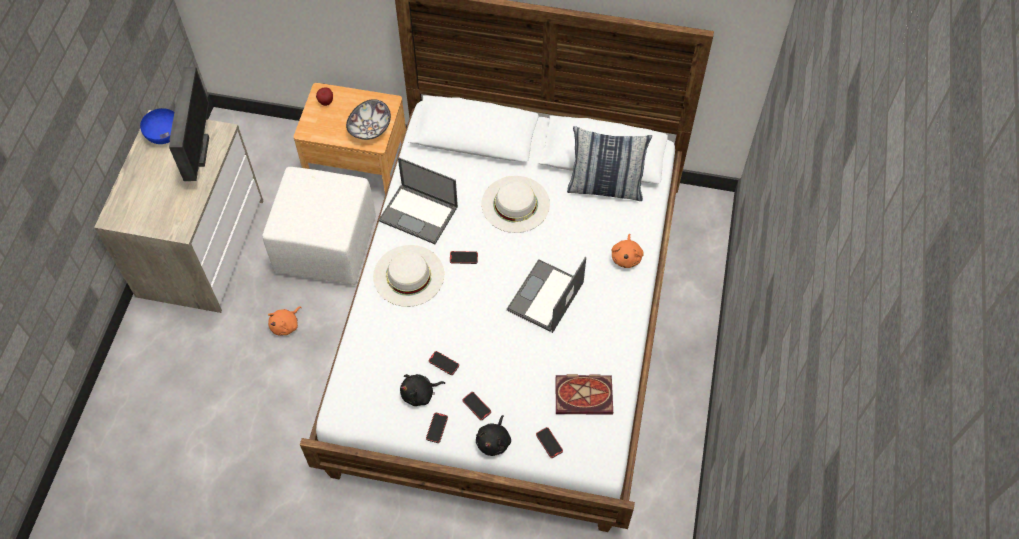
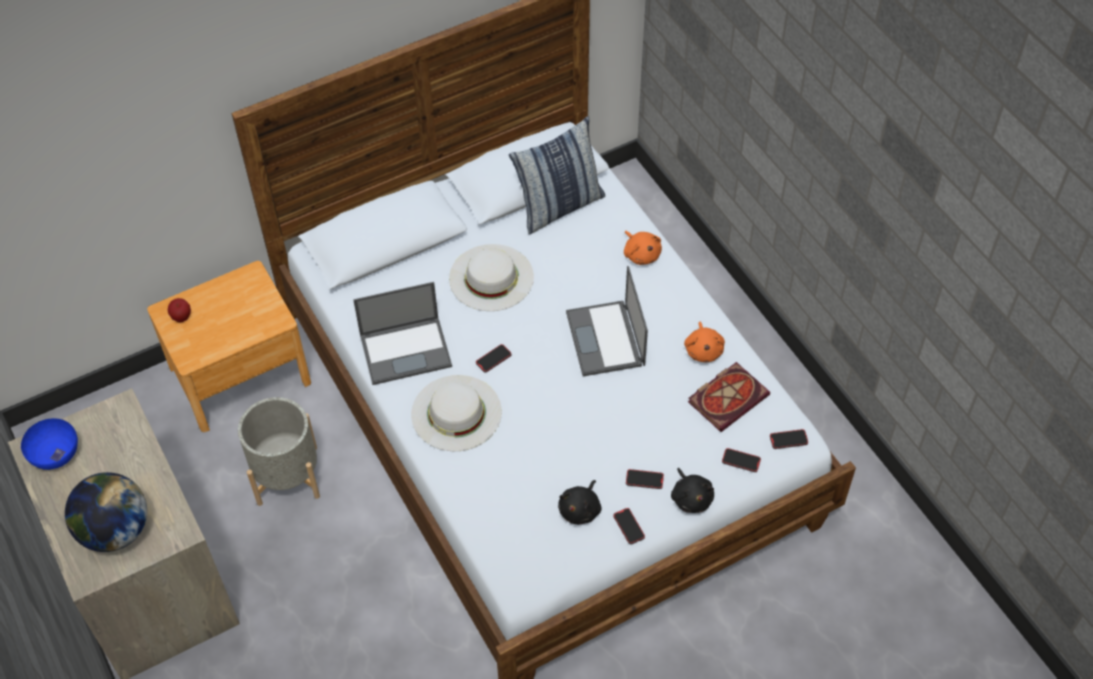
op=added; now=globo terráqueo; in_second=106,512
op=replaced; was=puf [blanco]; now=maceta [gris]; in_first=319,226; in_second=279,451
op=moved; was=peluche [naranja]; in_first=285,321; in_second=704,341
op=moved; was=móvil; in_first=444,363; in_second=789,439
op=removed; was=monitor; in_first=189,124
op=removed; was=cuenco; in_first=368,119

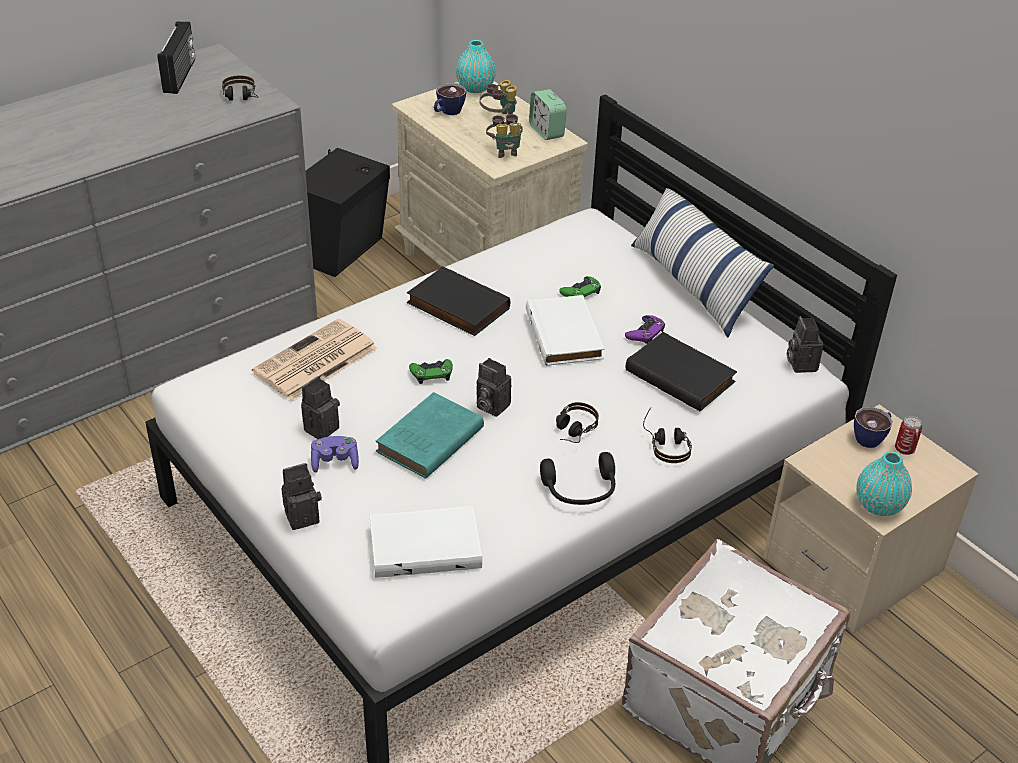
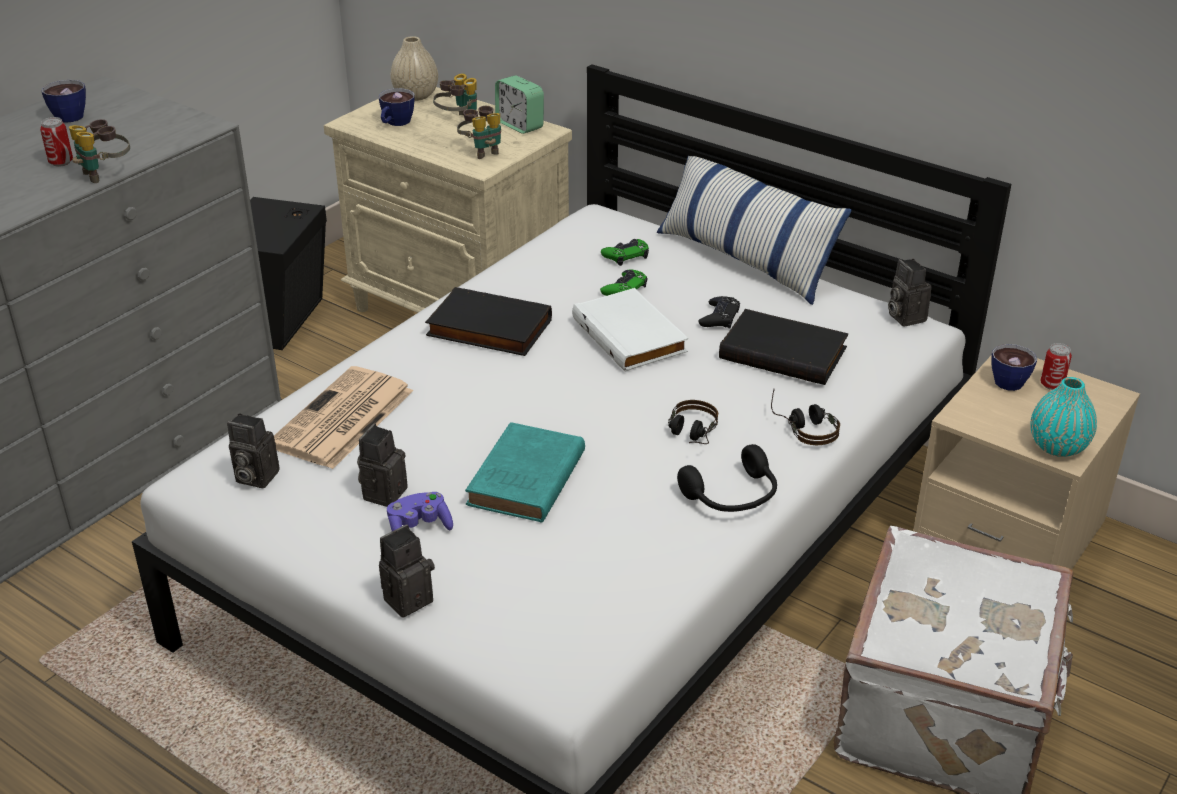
op=added; now=lata; in_second=56,141
op=replaced; was=radio; now=taza; in_first=176,57; in_second=63,101
op=added; now=prismáticos; in_second=99,151
op=moved; was=cámara; in_first=494,387; in_second=253,450
op=recoloured; was=florero [turquesa]; now=florero [beis]; in_first=476,66; in_second=414,68
op=moved; was=mando de consola [verde]; in_first=431,371; in_second=625,252
op=recoloured; was=mando de consola [morado]; now=mando de consola [negro]; in_first=645,329; in_second=719,312
op=removed; was=auriculares; in_first=240,88
op=removed; was=libro [blanco]; in_first=426,542

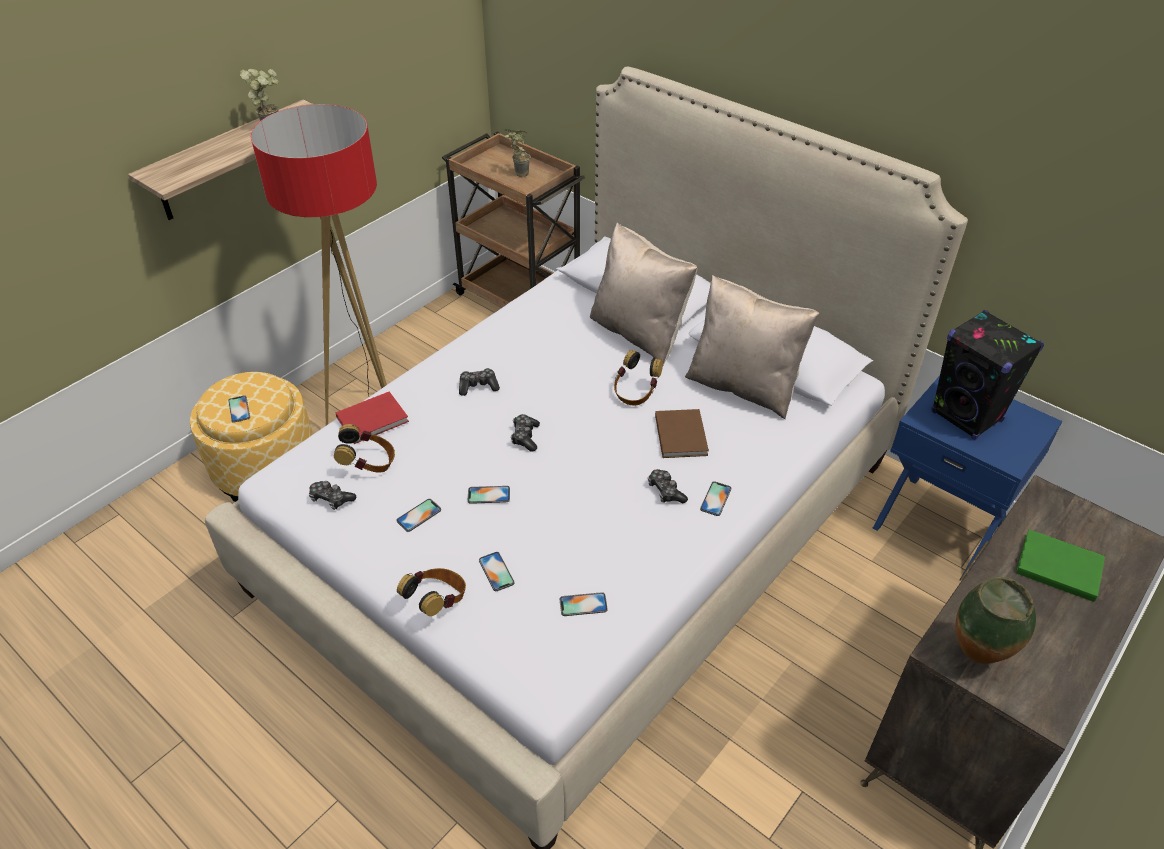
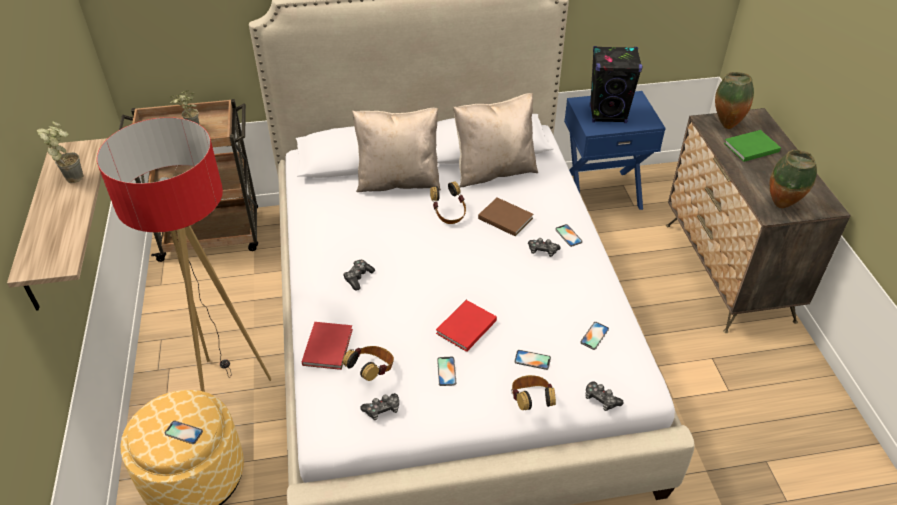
op=replaced; was=móvil; now=libro [rojo]; in_first=489,495; in_second=466,326
op=moved; was=mando de consola; in_first=525,433; in_second=605,396
op=added; now=florero; in_second=734,100

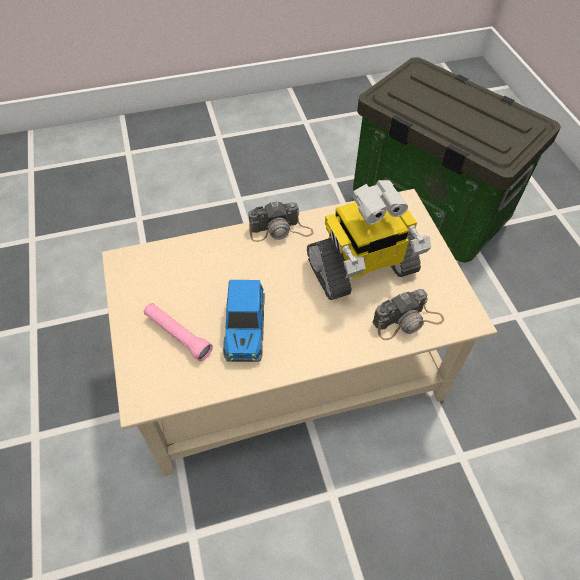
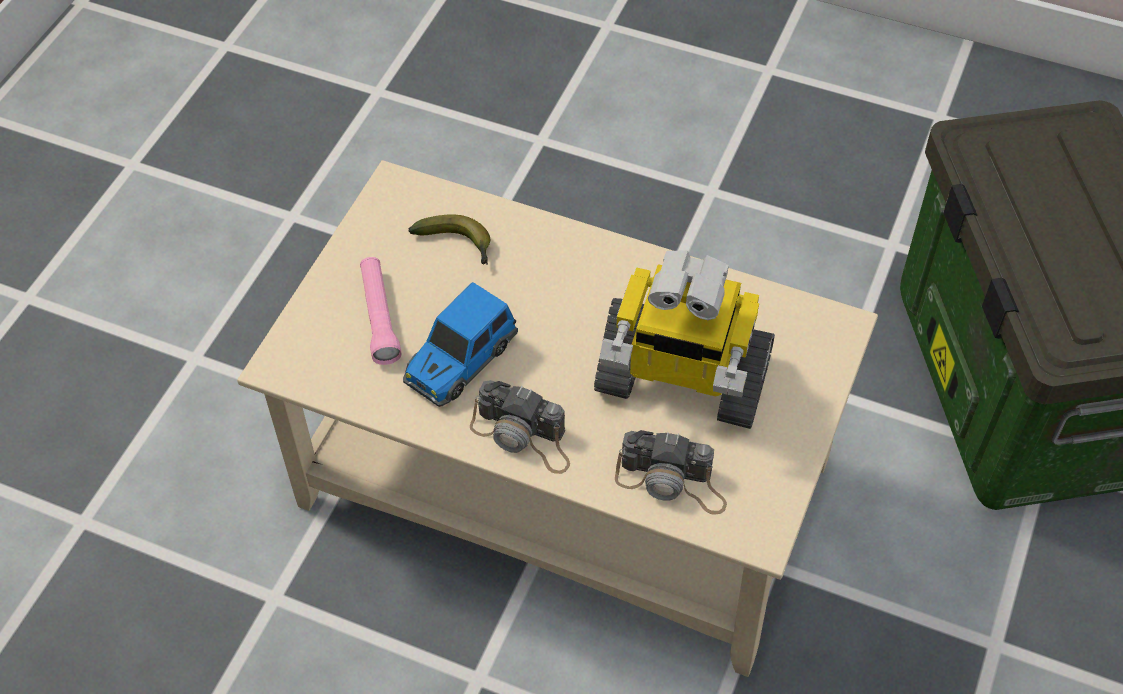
op=added; now=plátano; in_second=449,239
op=moved; was=cámara; in_first=280,222; in_second=520,427

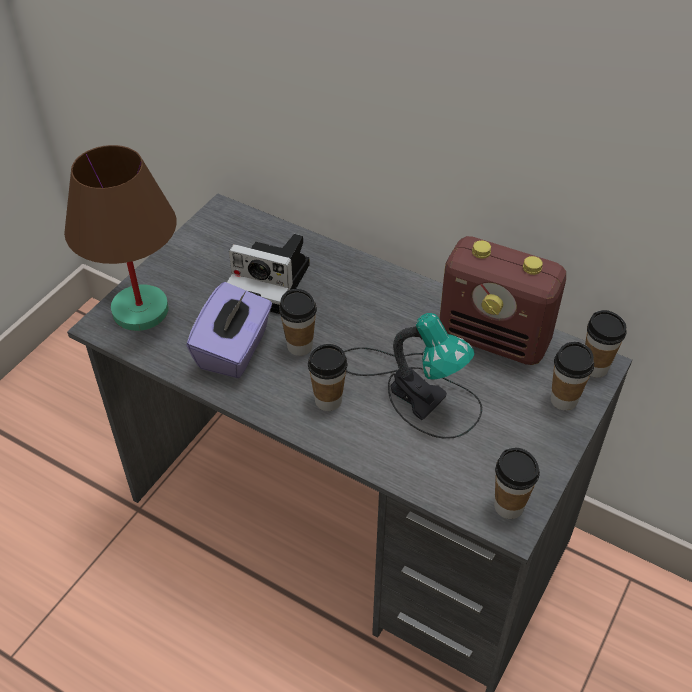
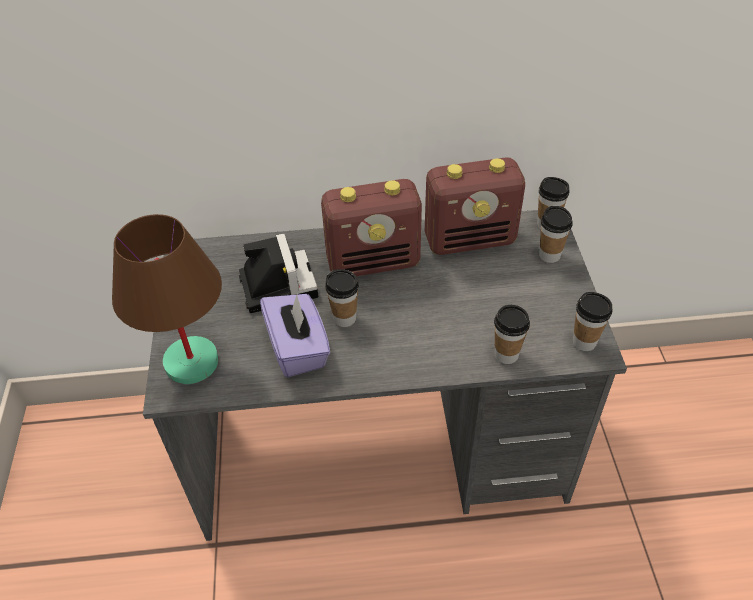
op=turned; was=cámara; in_first=268,274; in_second=278,273; clockwise=-90
op=added; now=radio; in_second=371,227
op=moved; was=taza; in_first=327,377; in_second=512,334
op=removed; was=lámpara de mesa; in_first=413,376

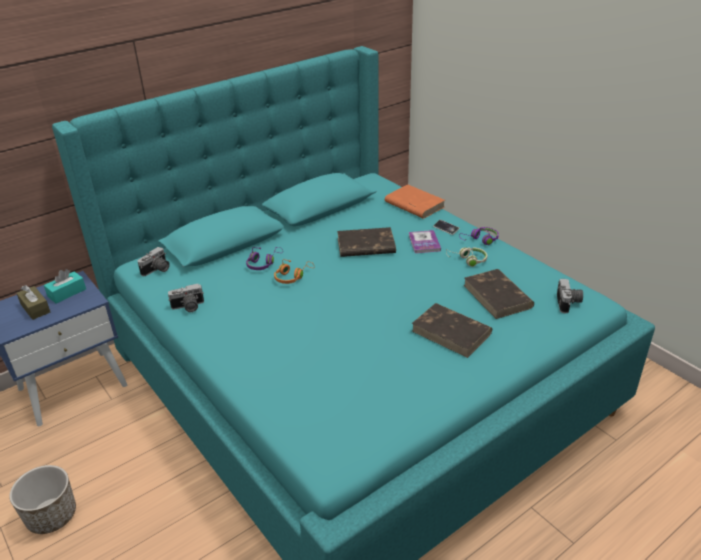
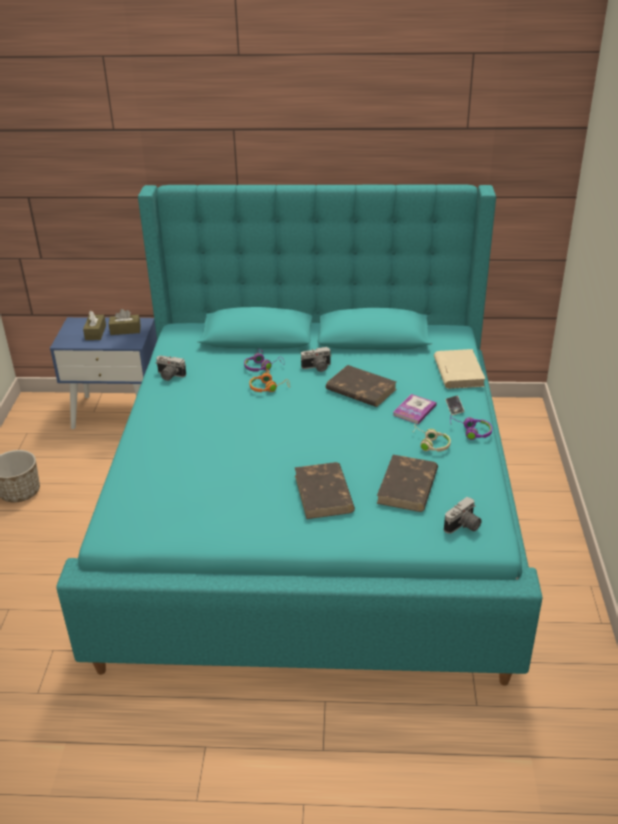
op=recoloured; was=caja de pañuelos [turquesa]; now=caja de pañuelos [marrón]; in_first=65,286; in_second=125,322
op=moved; was=cámara; in_first=153,261; in_second=316,359
op=recoloured; was=libro [naranja]; now=libro [beis]; in_first=415,201; in_second=459,369

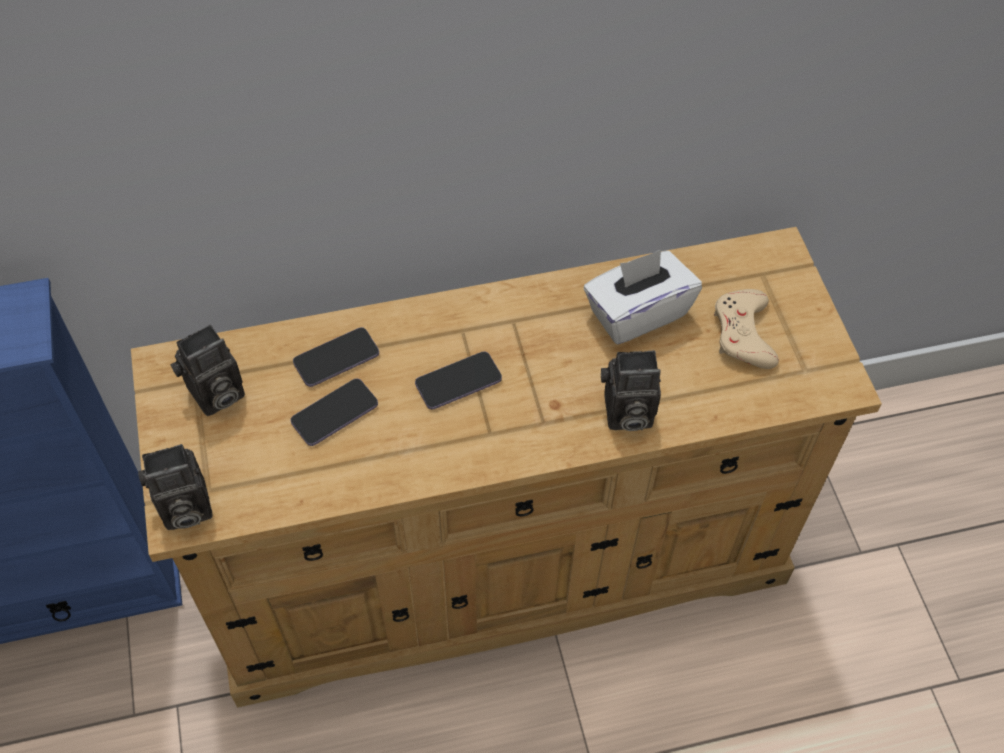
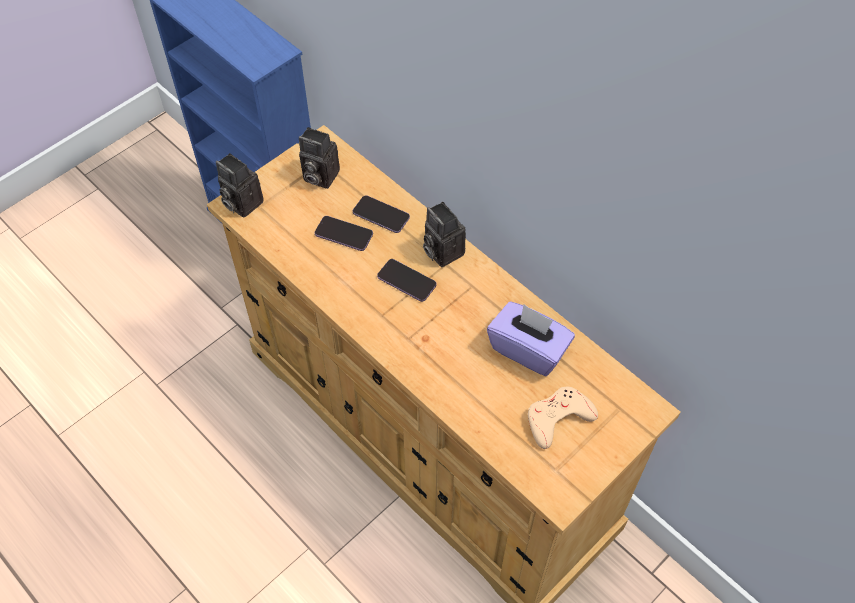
op=moved; was=cámara; in_first=631,390; in_second=444,234
op=recoloured; was=caja de pañuelos [blanco]; now=caja de pañuelos [morado]; in_first=643,297; in_second=531,339

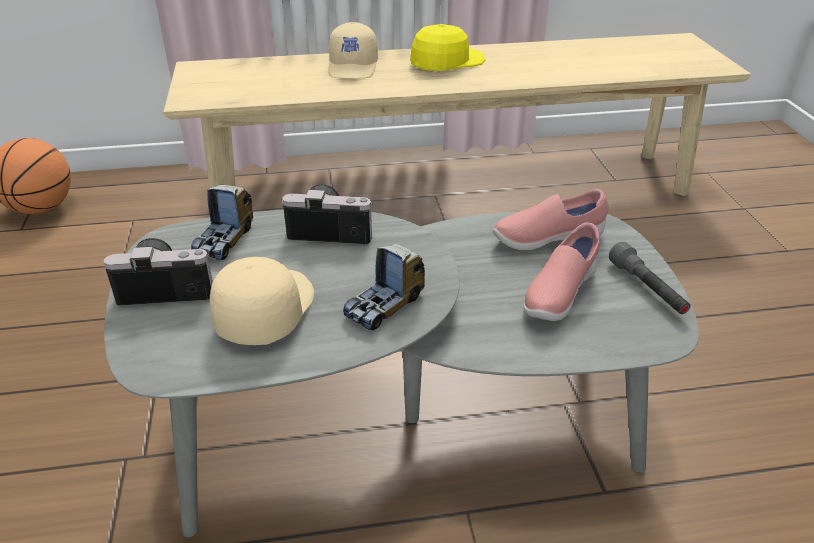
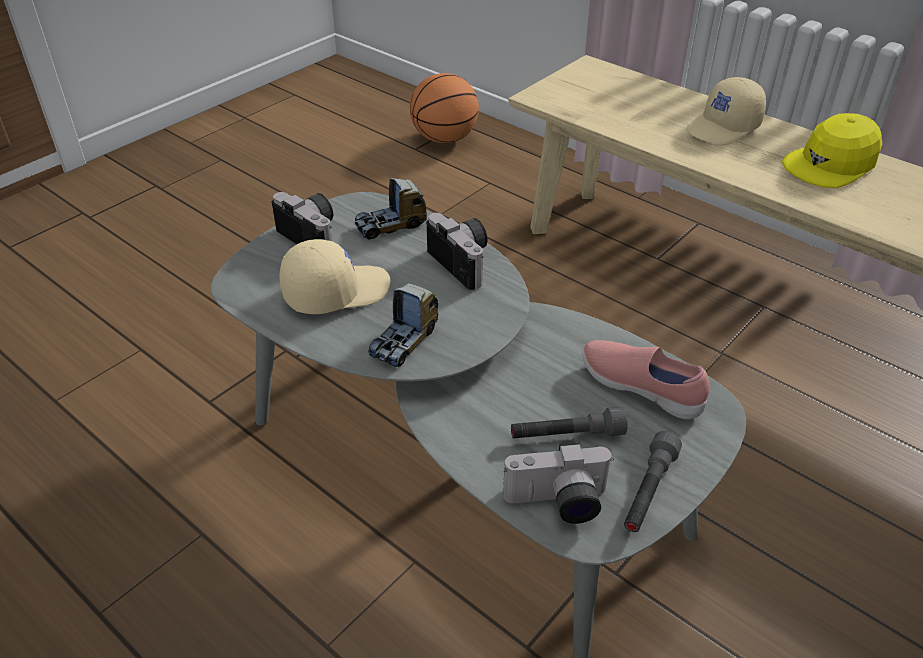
op=turned; was=camión de juguete; in_first=384,287; in_second=404,325; clockwise=-60
op=added; now=cámara; in_second=558,483
op=replaced; was=zapato [rosa]; now=linterna [gris]; in_first=561,272; in_second=569,423
op=turned; was=gorra [amarillo]; in_first=447,47; in_second=832,150; clockwise=135

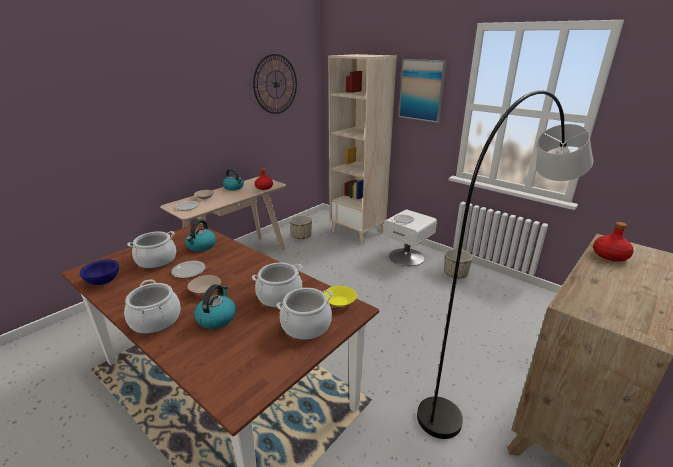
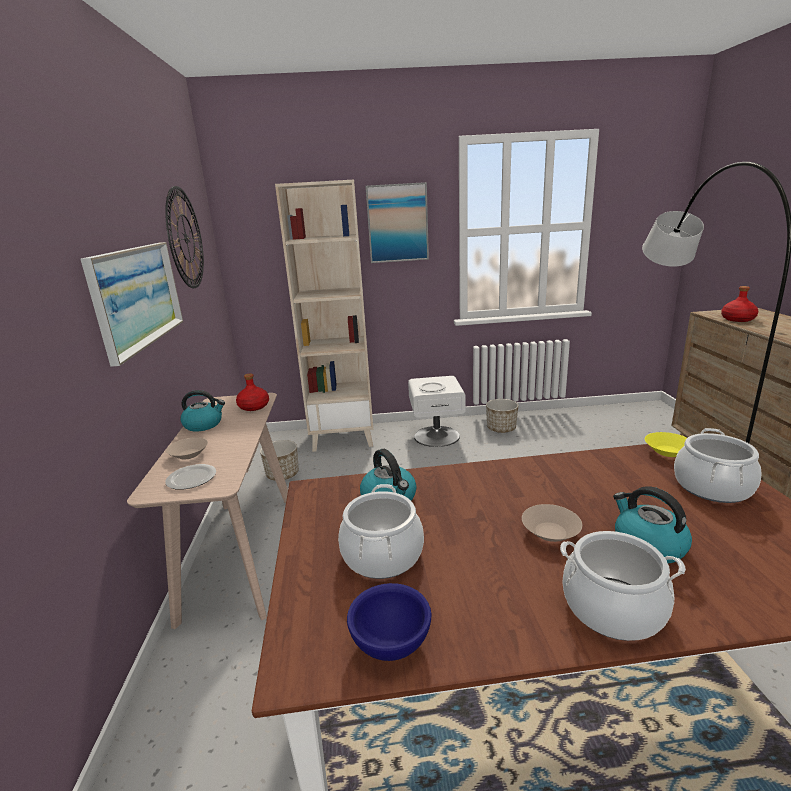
op=added; now=cuadro; in_second=132,304
op=removed; was=plato; in_first=188,269
op=removed; was=olla; in_first=277,285

